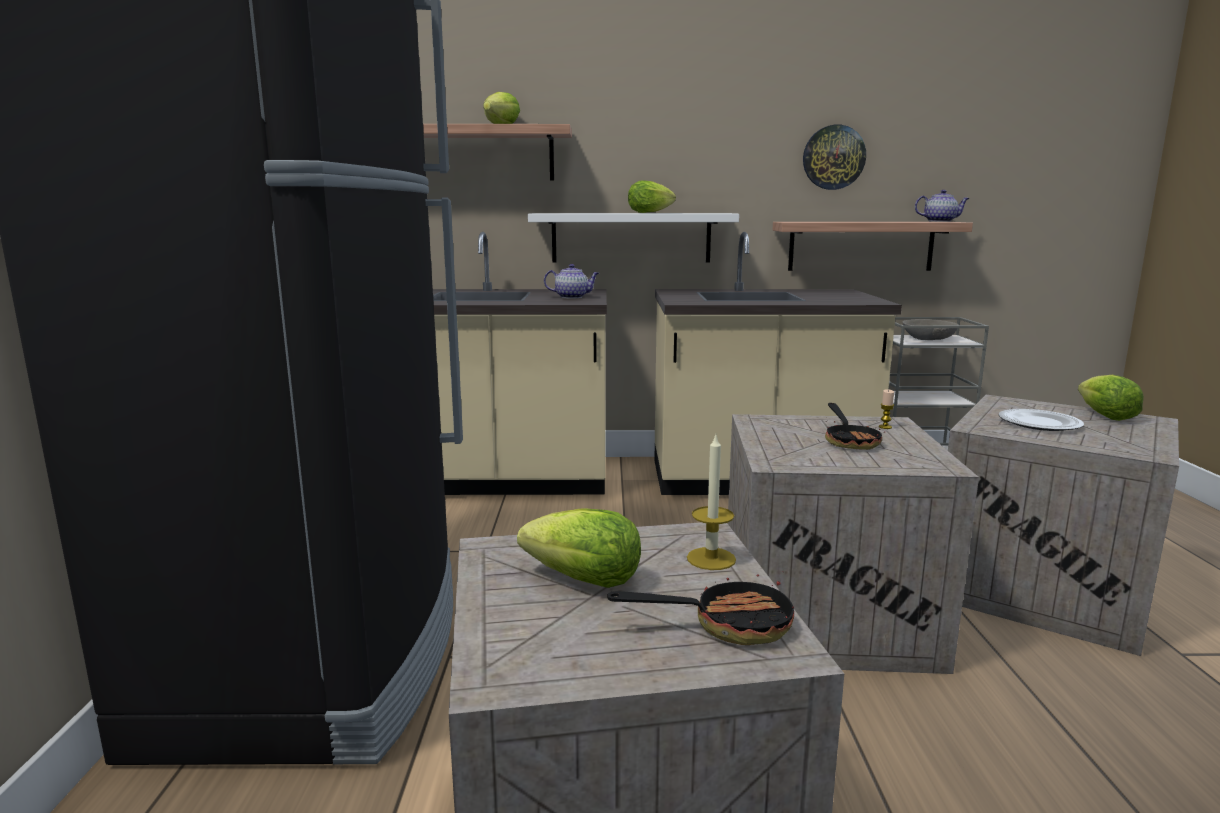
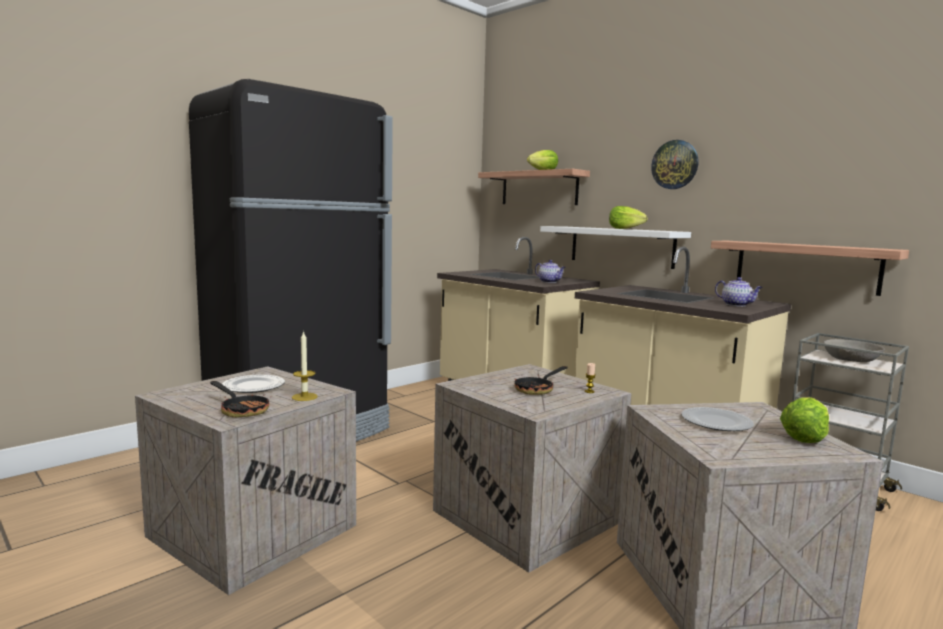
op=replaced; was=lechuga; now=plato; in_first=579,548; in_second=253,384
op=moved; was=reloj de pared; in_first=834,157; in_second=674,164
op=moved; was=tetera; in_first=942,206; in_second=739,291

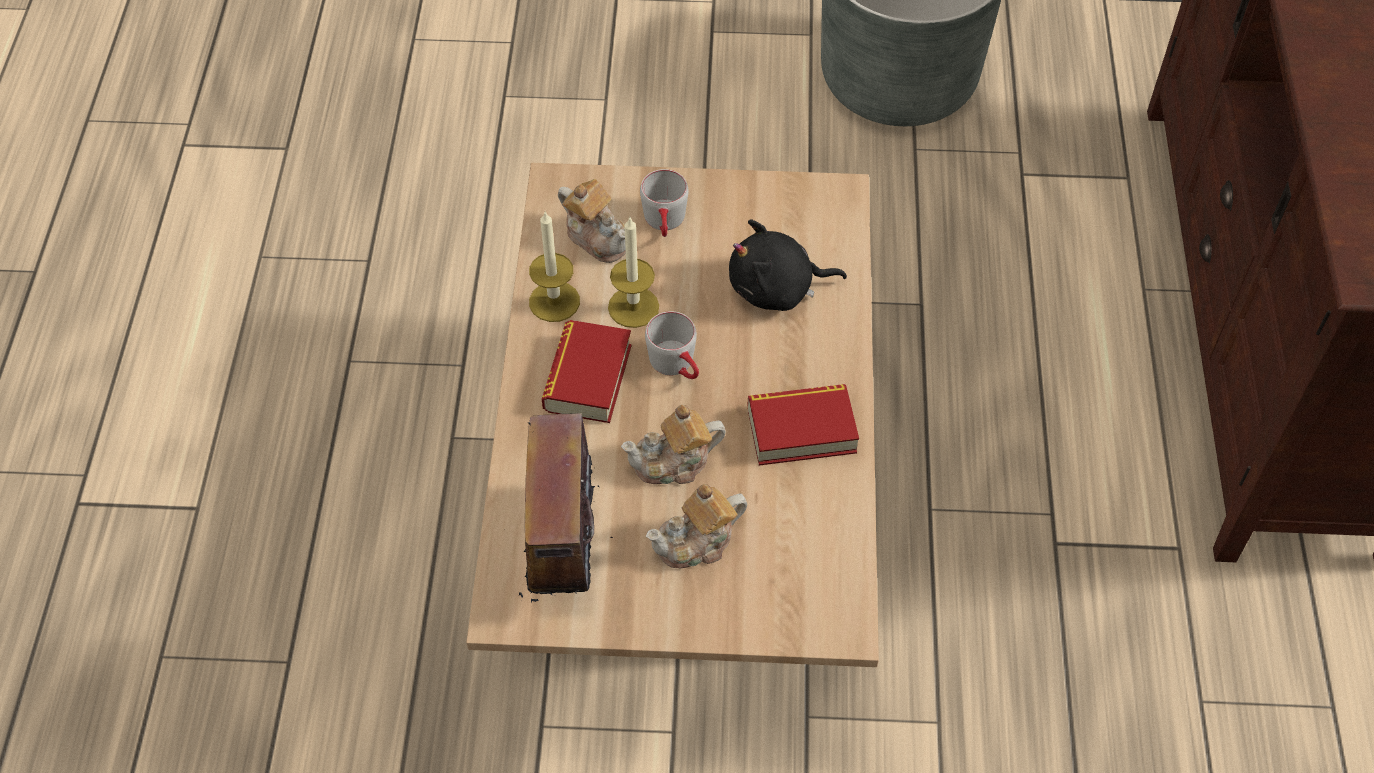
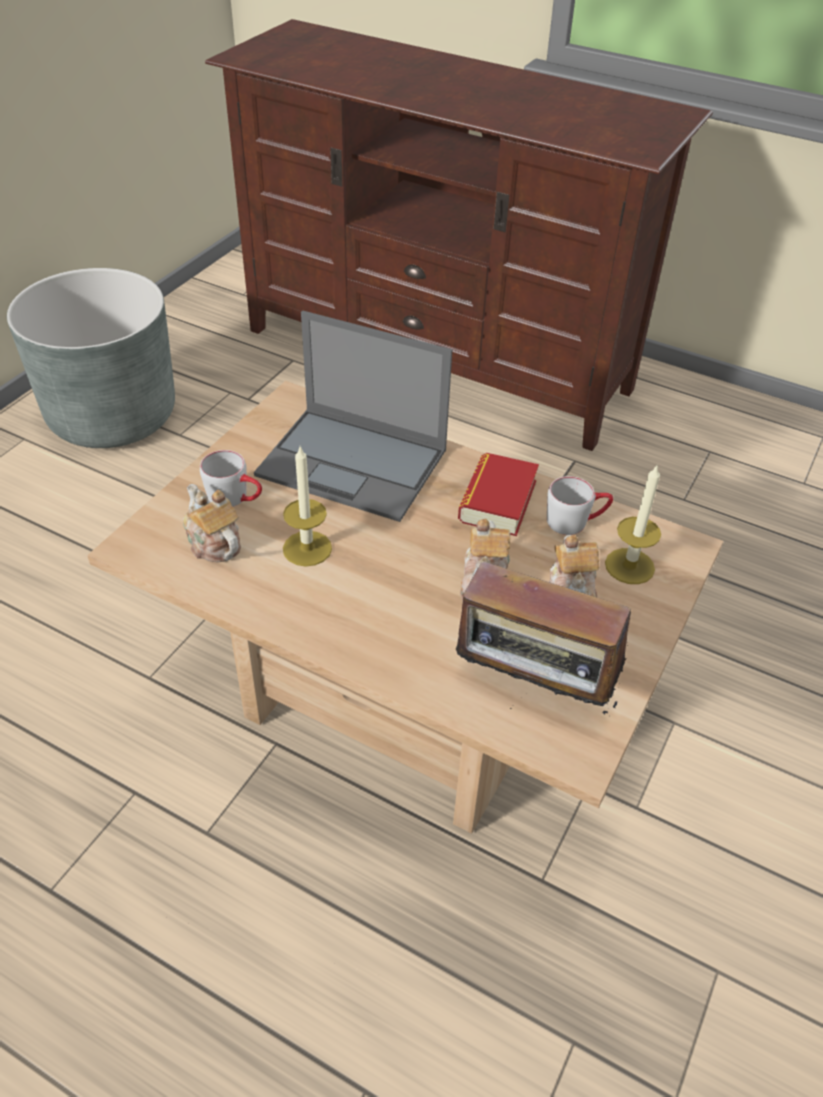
op=turned; was=tetera; in_first=592,221; in_second=212,523; clockwise=-105
op=replaced; was=peluche [negro]; now=portátil; in_first=788,265; in_second=353,416
op=moved; was=taza grande [gris]; in_first=672,345; in_second=580,505
op=moved; was=vela; in_first=554,267; in_second=633,524
op=removed; was=libro; in_first=587,371

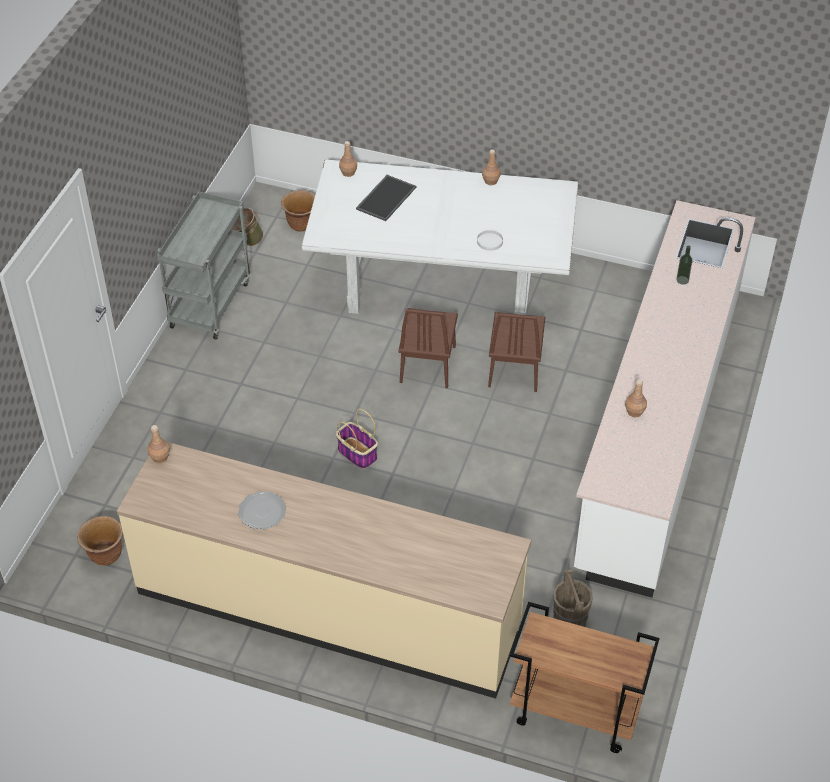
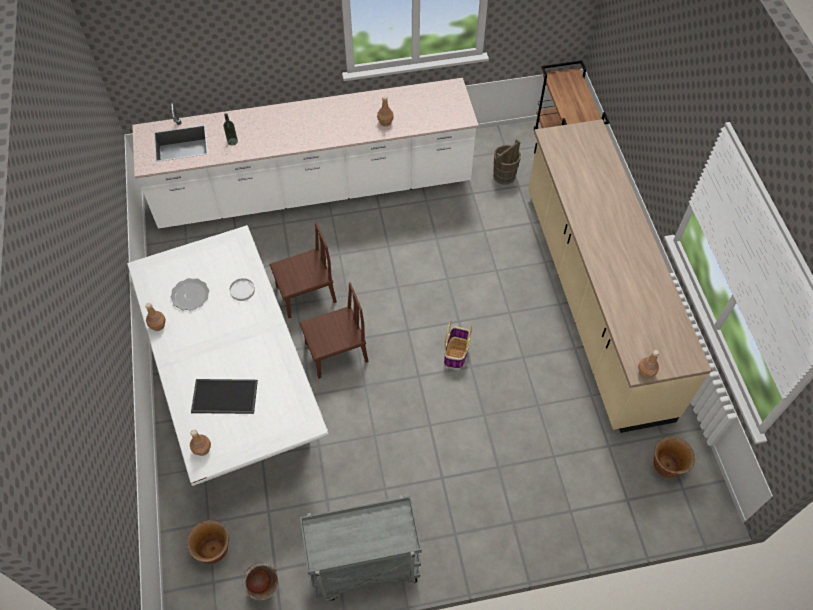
op=moved; was=plato; in_first=262,510; in_second=189,294

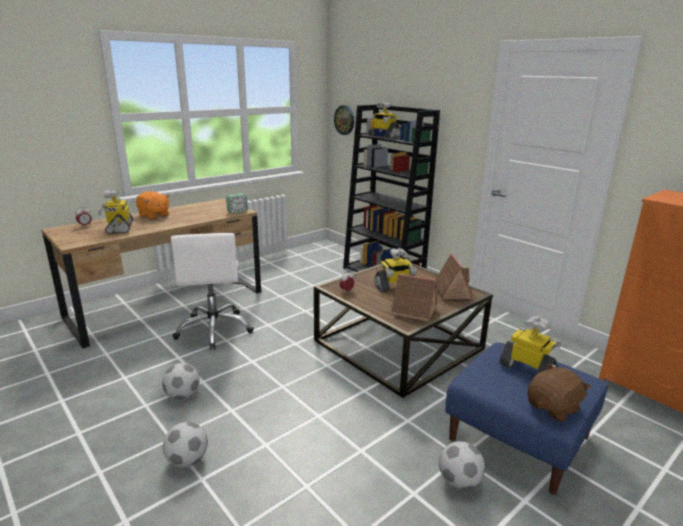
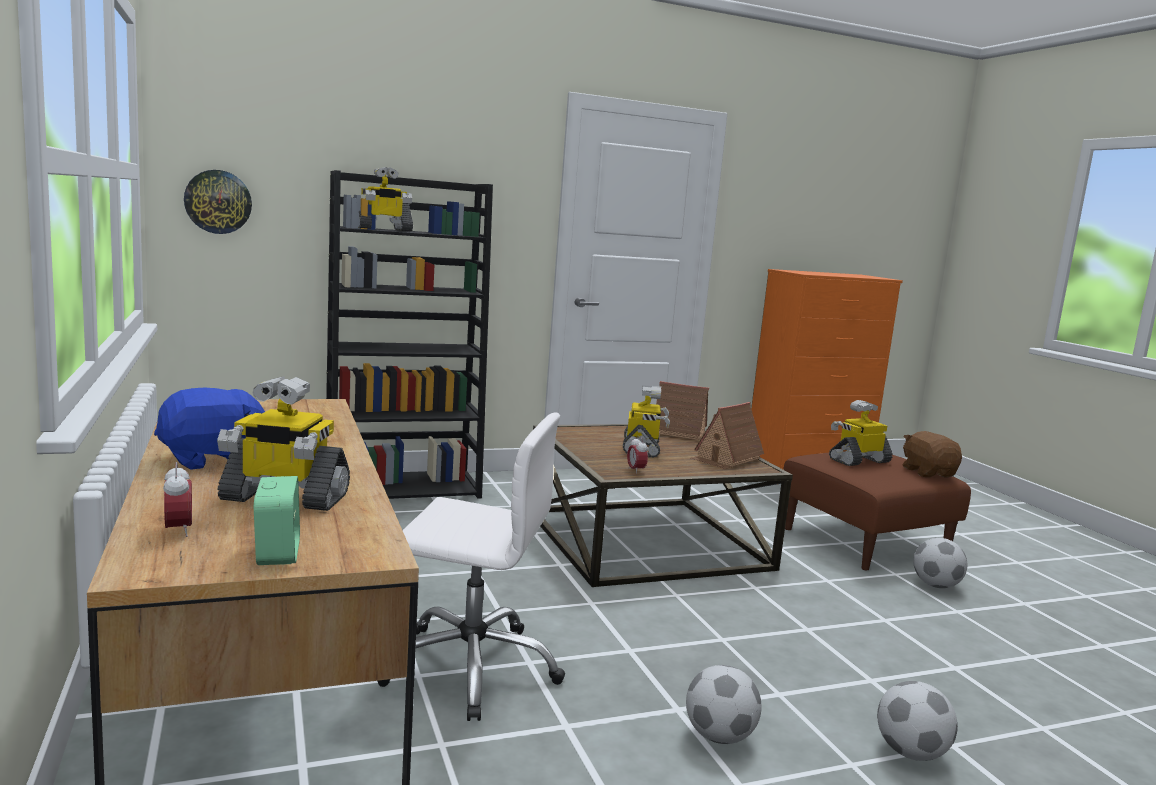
op=recoloured; was=peluche [naranja]; now=peluche [azul]; in_first=153,205; in_second=209,429
op=moved; was=despertador; in_first=237,203; in_second=277,520
op=recoloured; was=puf [azul]; now=puf [marrón]; in_first=526,418; in_second=877,510

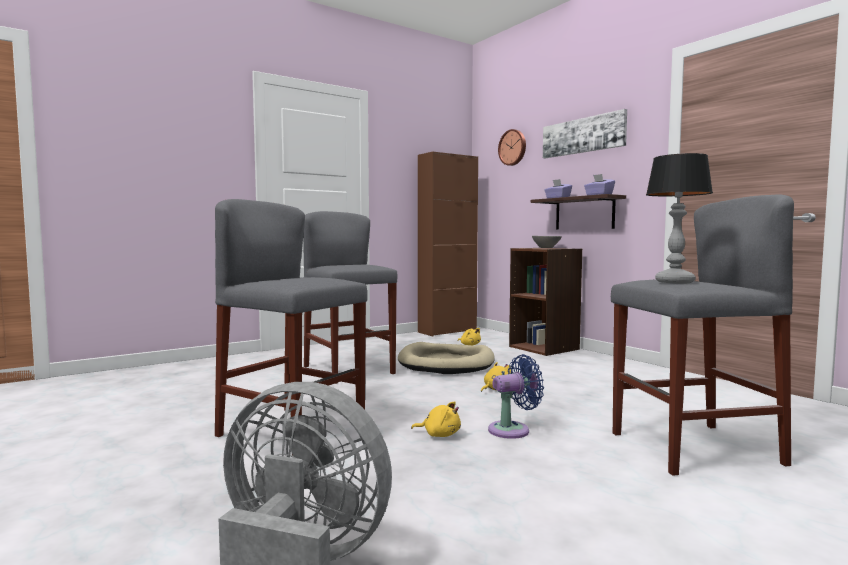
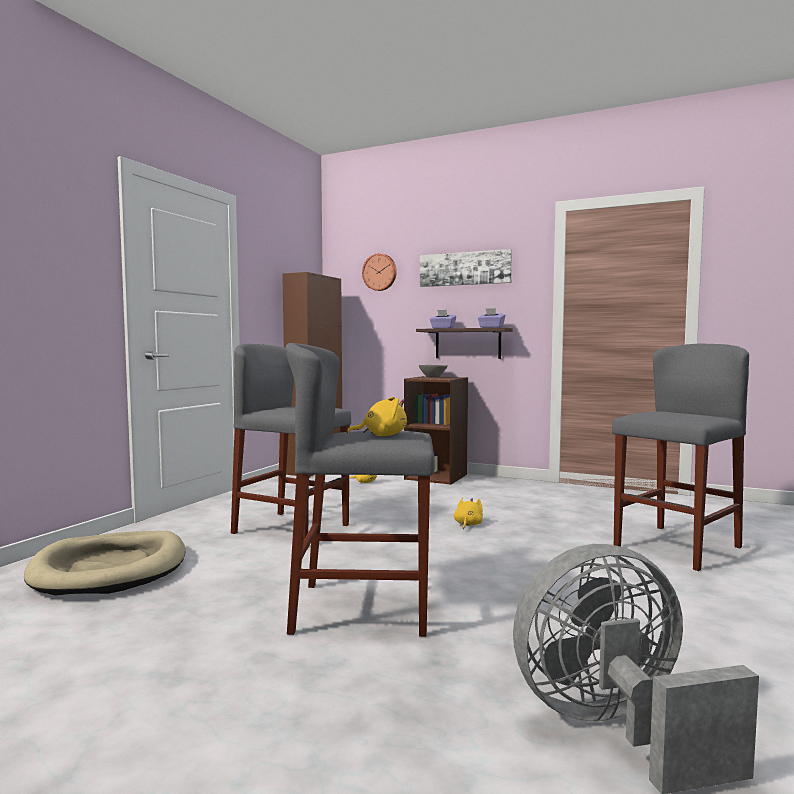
op=moved; was=cama para perro [beis]; in_first=446,358; in_second=104,563
op=moved; was=peluche [amarillo]; in_first=436,419; in_second=377,416
op=removed; was=ventilador [azul]; in_first=516,396
op=removed; was=lámpara de mesa; in_first=679,218

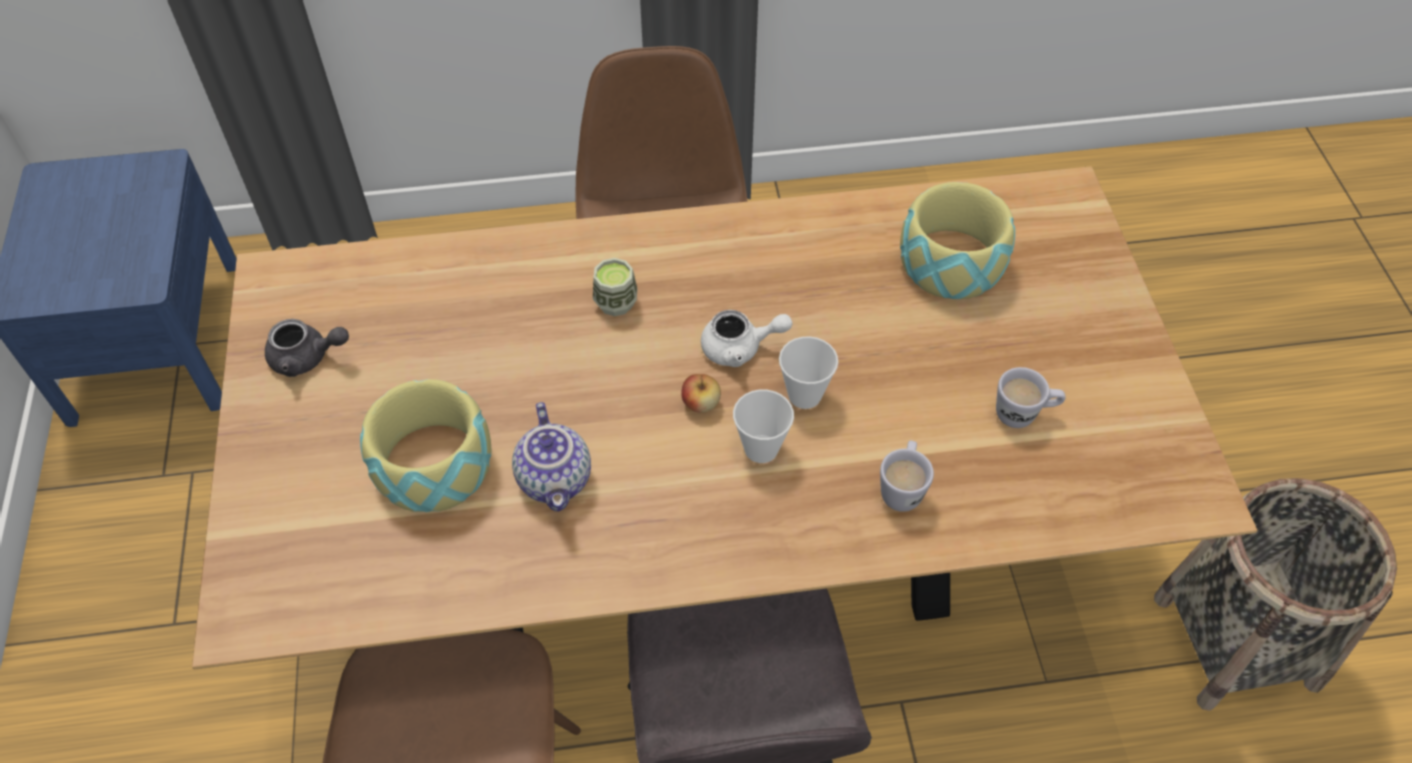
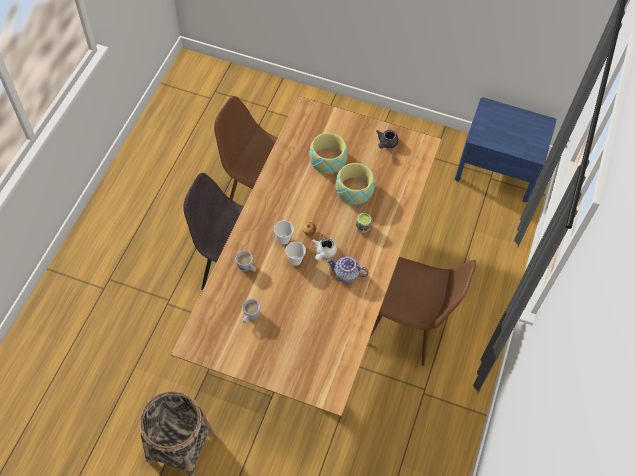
op=moved; was=tetera; in_first=551,456; in_second=348,269
op=moved; was=cuenco; in_first=957,240; in_second=355,184

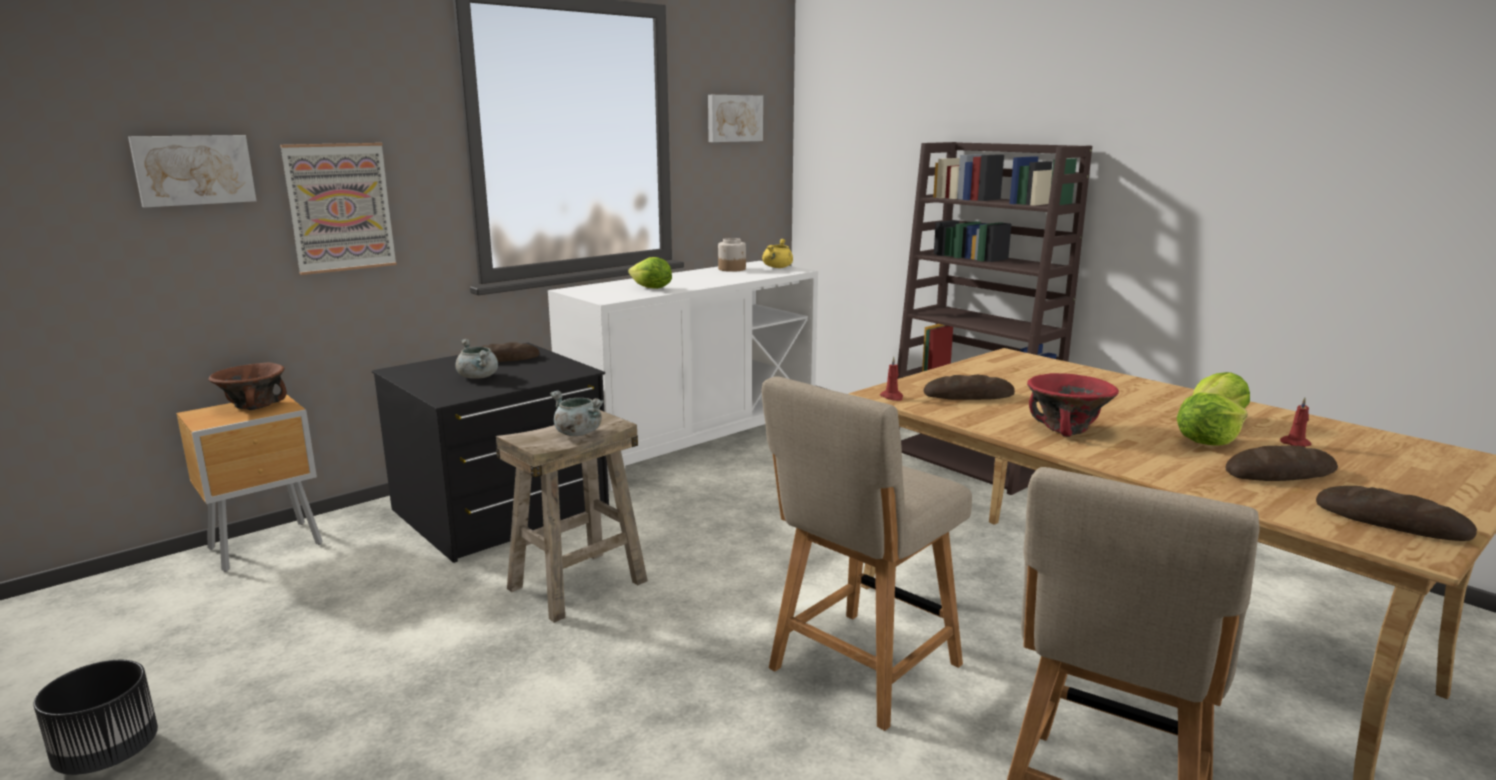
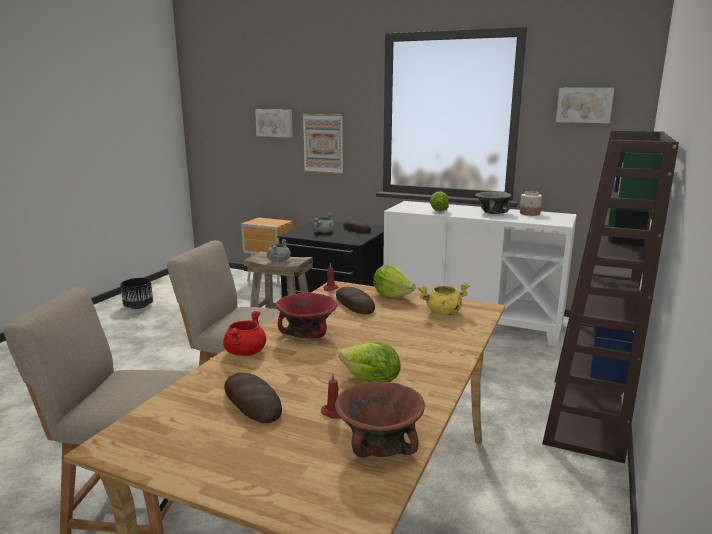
op=added; now=olla [rojo]; in_second=244,333
op=moved; was=cuenco [marrón]; in_first=247,386; in_second=380,420
op=moved; was=lechuga; in_first=1212,419; in_second=394,281
op=moved; was=olla [amarillo]; in_first=777,253; in_second=444,298
op=added; now=cuenco [gris]; in_second=493,203
op=removed; was=pan; in_first=1396,513

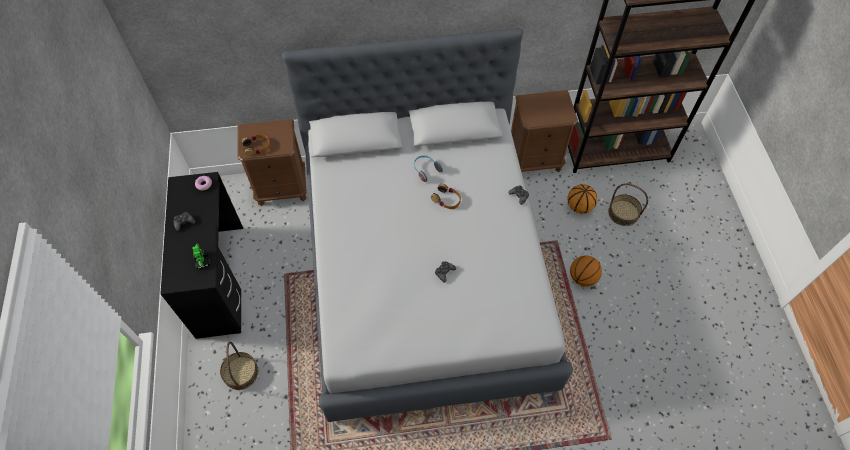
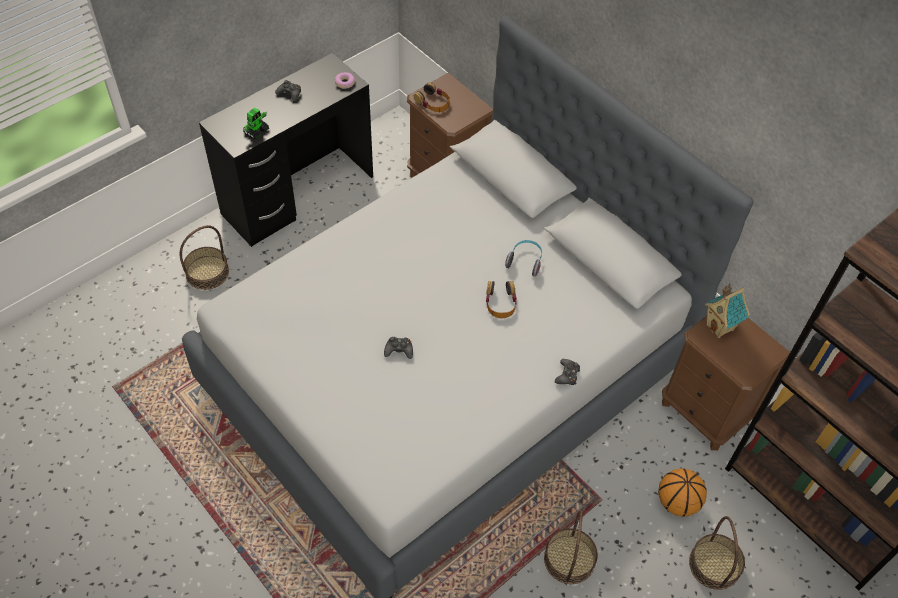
op=replaced; was=balón de baloncesto; now=cesta; in_first=586,271; in_second=571,547
op=added; now=casita; in_second=727,310

